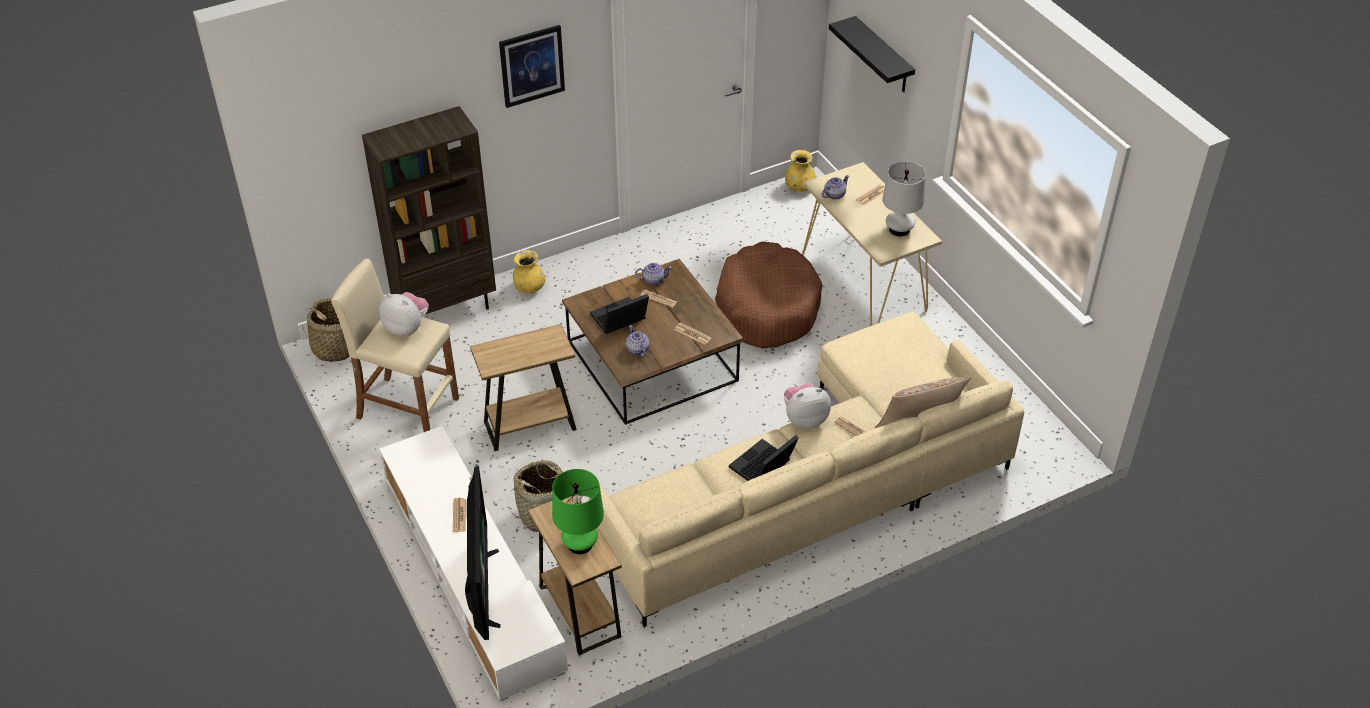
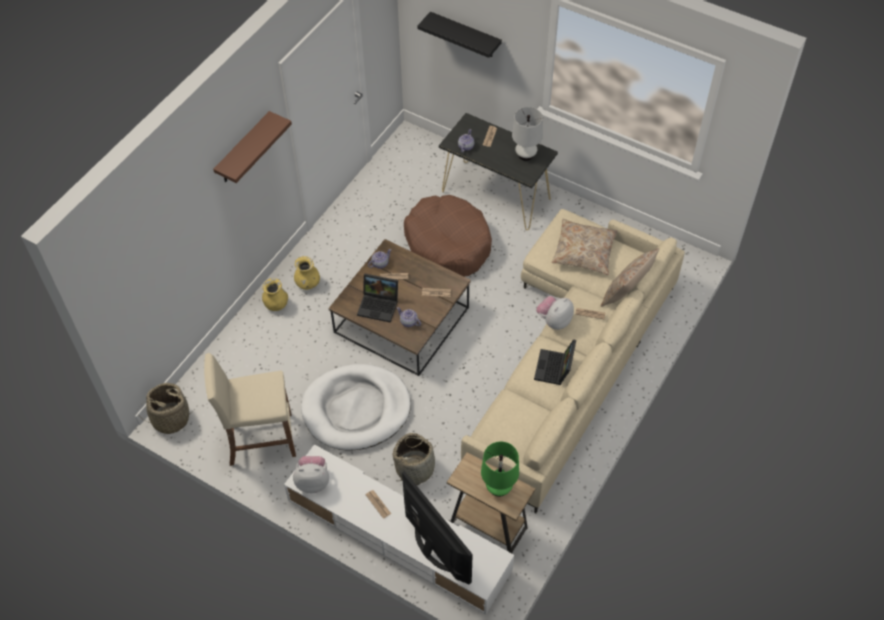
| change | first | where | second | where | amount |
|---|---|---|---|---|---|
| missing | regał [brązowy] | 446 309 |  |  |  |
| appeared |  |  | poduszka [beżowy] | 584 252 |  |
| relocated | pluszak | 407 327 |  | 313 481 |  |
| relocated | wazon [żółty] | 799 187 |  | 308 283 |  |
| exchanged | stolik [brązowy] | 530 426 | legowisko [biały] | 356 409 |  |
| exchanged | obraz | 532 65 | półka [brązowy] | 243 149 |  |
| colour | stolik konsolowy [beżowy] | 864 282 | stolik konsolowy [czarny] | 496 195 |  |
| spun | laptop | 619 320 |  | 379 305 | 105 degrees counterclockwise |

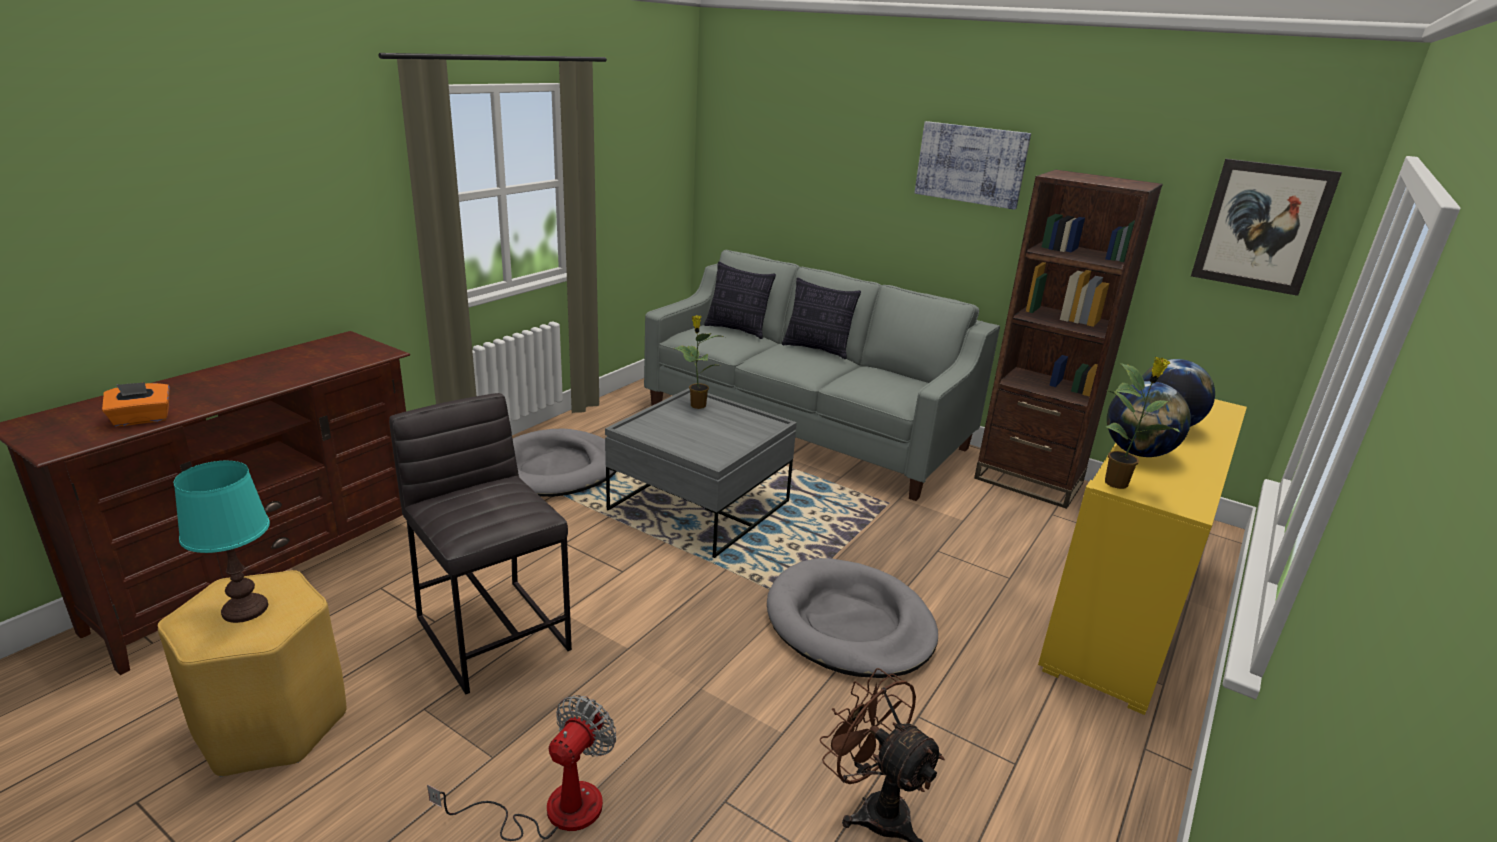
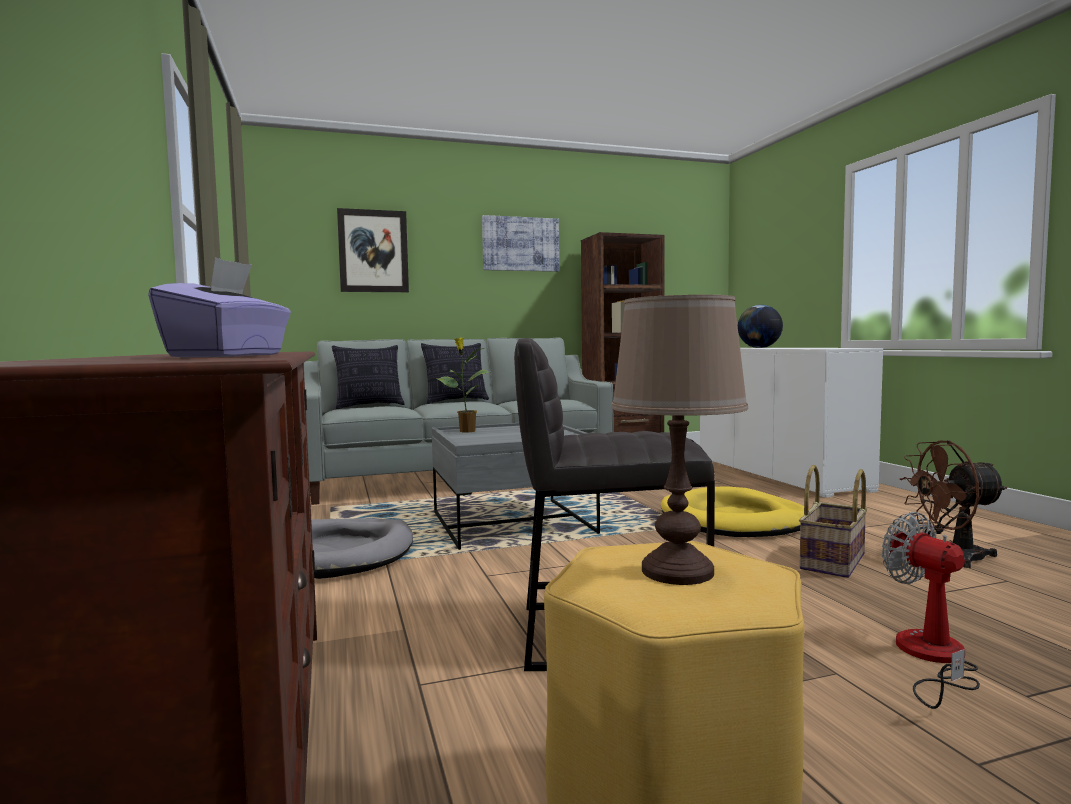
| change | first | where | second | where | amount |
|---|---|---|---|---|---|
| missing | roślina doniczkowa | 1118 483 |  |  |  |
| missing | globus | 1138 453 |  |  |  |
| appeared |  |  | koszyk | 834 562 |  |
| relocated | obraz | 1262 226 |  | 373 251 |  |
| colour | pudełko chusteczek [pomarańczowy] | 142 419 | pudełko chusteczek [fioletowy] | 229 356 |  |
| colour | lampa stołowa [turkusowy] | 244 609 | lampa stołowa [brązowy] | 676 572 |  |
| colour | legowisko [szary] | 849 624 | legowisko [żółty] | 735 520 |  |
| colour | szafka [żółty] | 1122 610 | szafka [biały] | 778 474 |  |

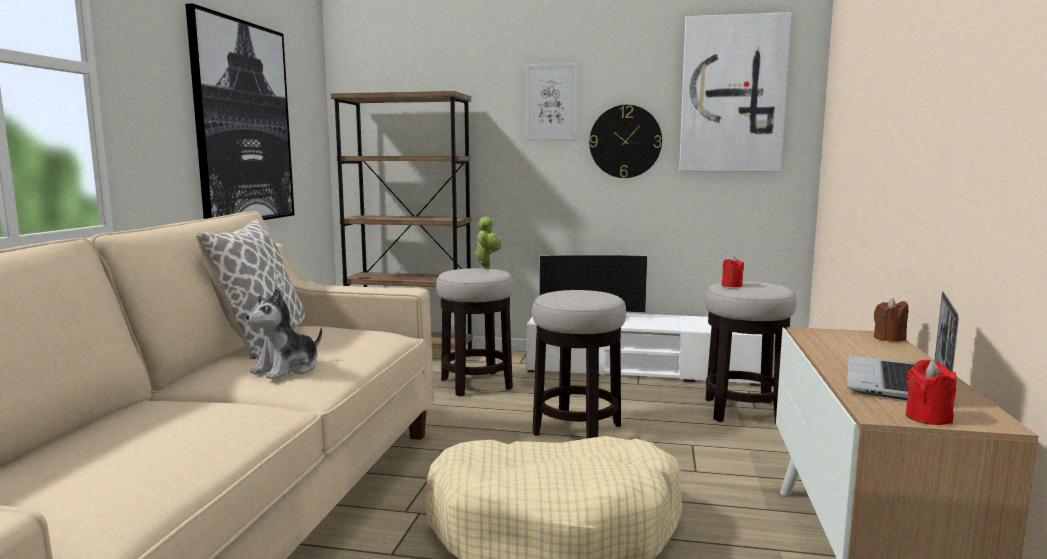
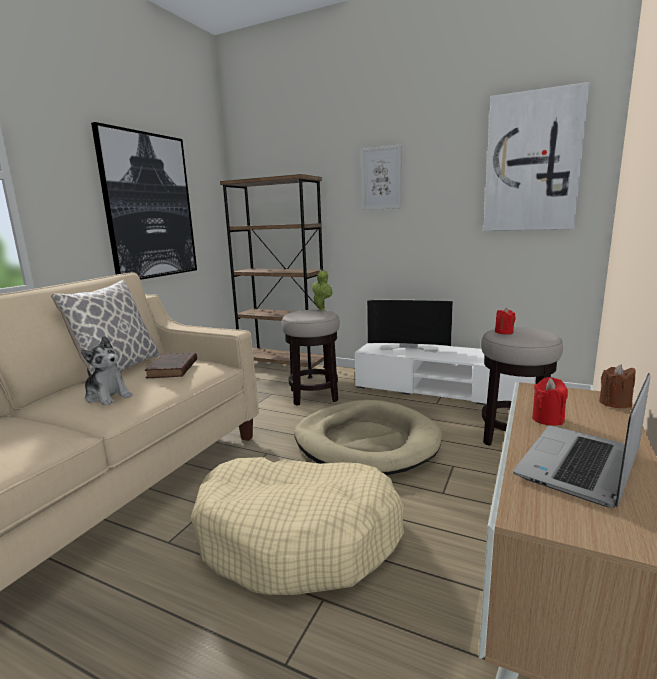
| change | first | where | second | where | amount |
|---|---|---|---|---|---|
| missing | zegar ścienny | 625 141 |  |  |  |
| appeared |  |  | książka [brązowy] | 172 369 |  |
| relocated | świeca [czerwony] | 928 417 |  | 547 419 |  |
| exchanged | stołek | 577 429 | legowisko [beżowy] | 366 442 |  |
| spun | pluszak | 287 369 |  | 108 396 | 105 degrees counterclockwise |

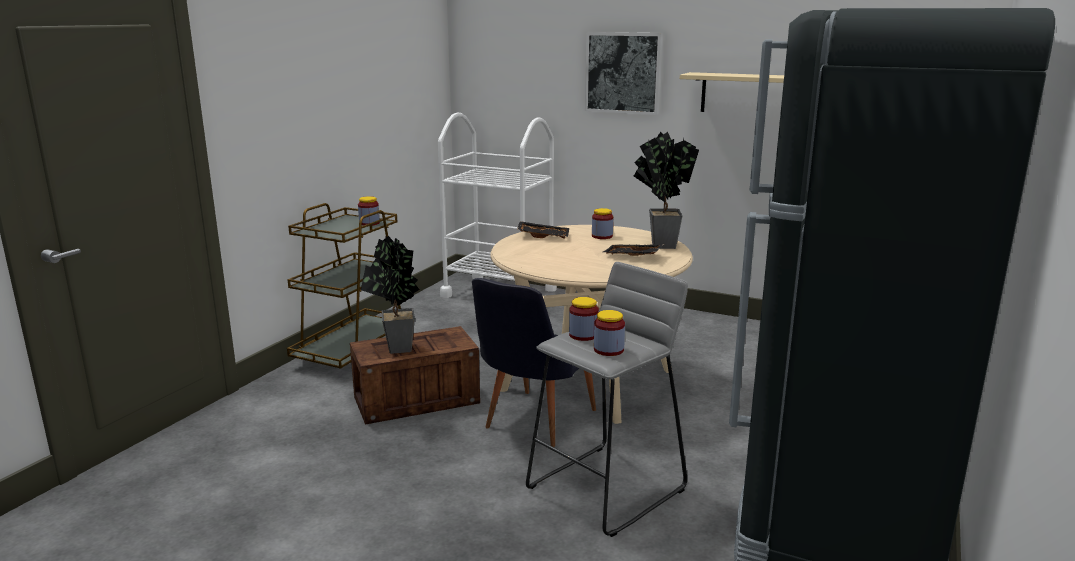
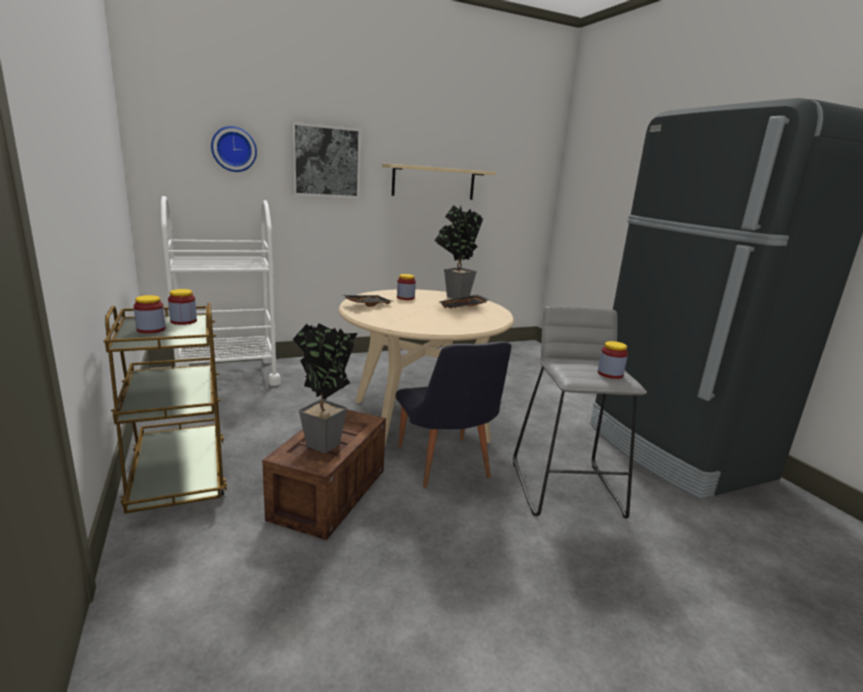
| change | first | where | second | where | amount |
|---|---|---|---|---|---|
| appeared |  |  | zegar ścienny | 234 149 |  |
| relocated | słoik | 583 335 |  | 151 329 |  |

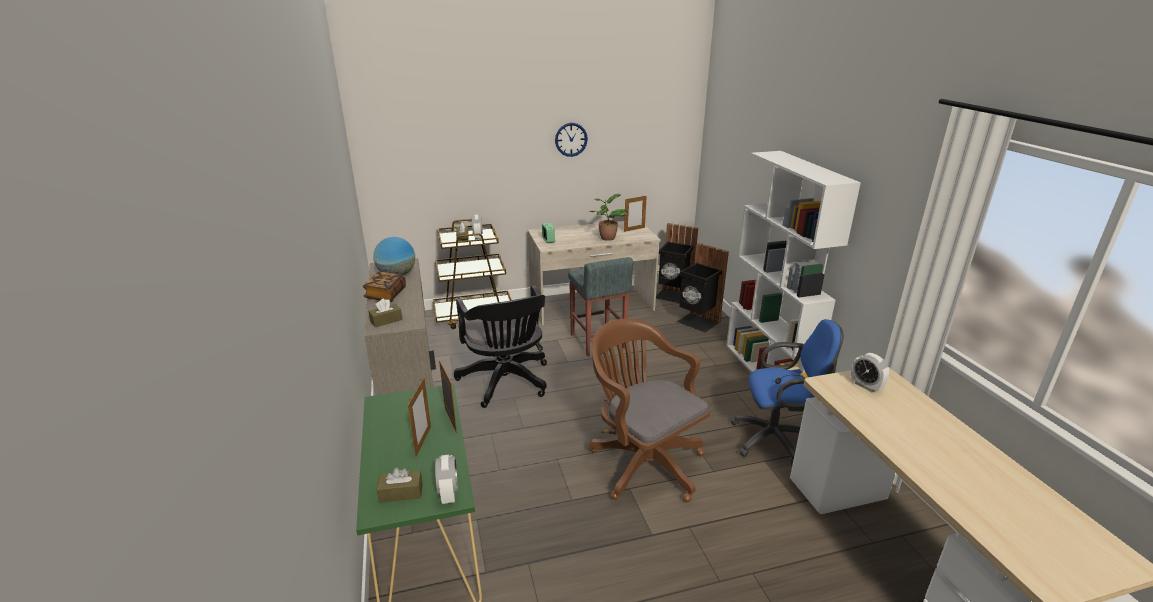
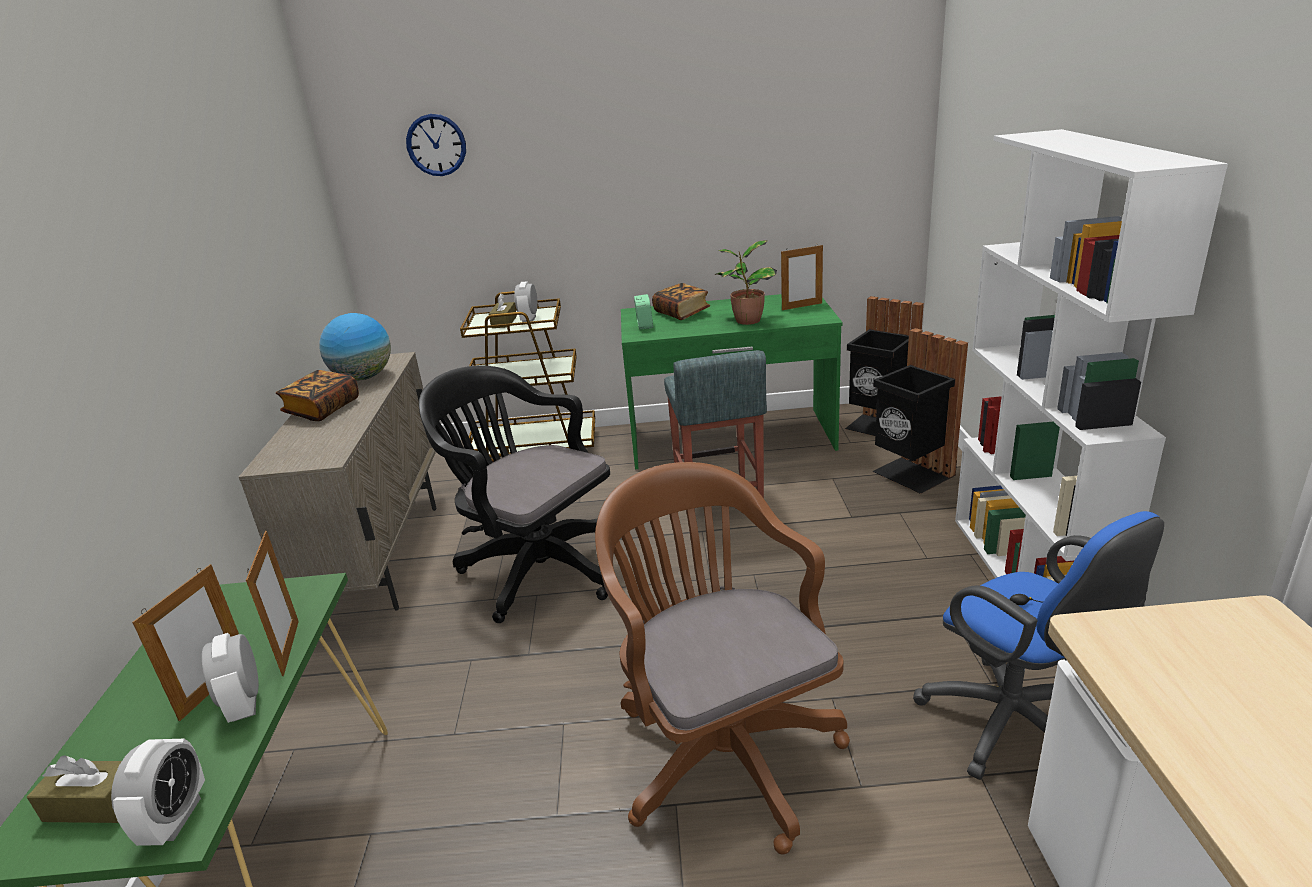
| change | first | where | second | where | amount |
|---|---|---|---|---|---|
| missing | pudełko chusteczek [brązowy] | 386 320 |  |  |  |
| appeared |  |  | książka | 681 313 |  |
| relocated | zegar ścienny | 571 139 |  | 436 145 |  |
| relocated | budzik | 866 386 |  | 245 704 |  |
| colour | biurko [beżowy] | 592 305 | biurko [zielony] | 730 439 |  |
| spun | krzesło biurowe [czarny] | 506 383 |  | 535 567 | 135 degrees clockwise |
| spun | krzesło biurowe [niebieski] | 777 440 |  | 1017 729 | 45 degrees clockwise |

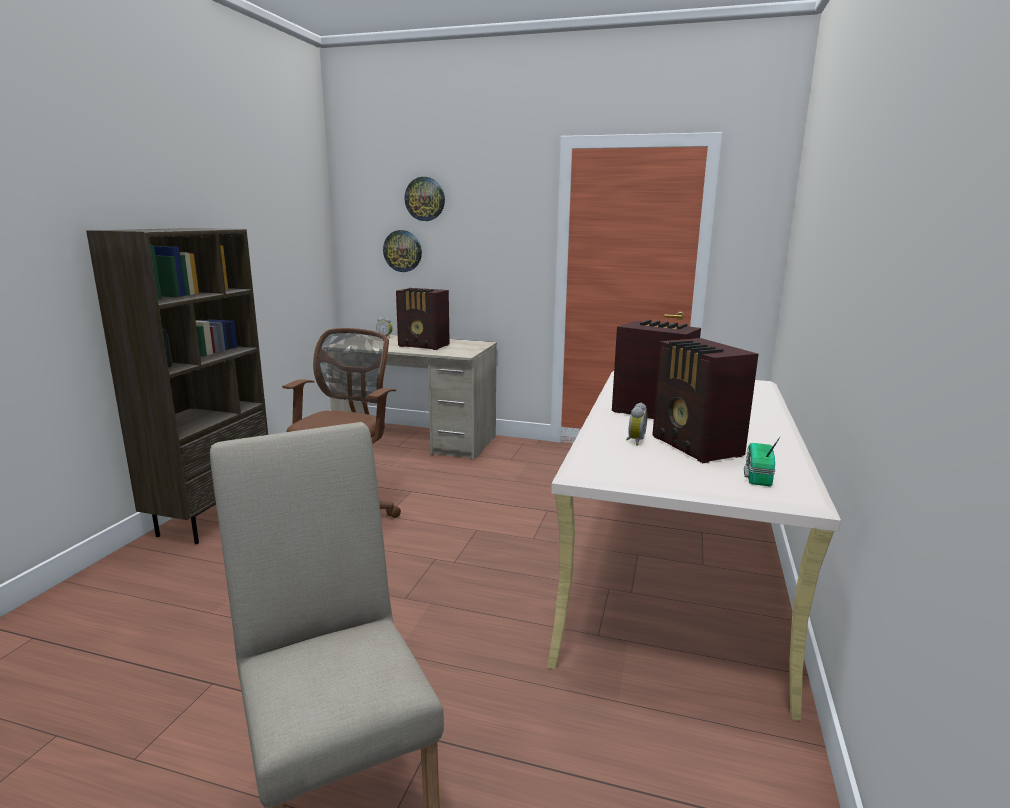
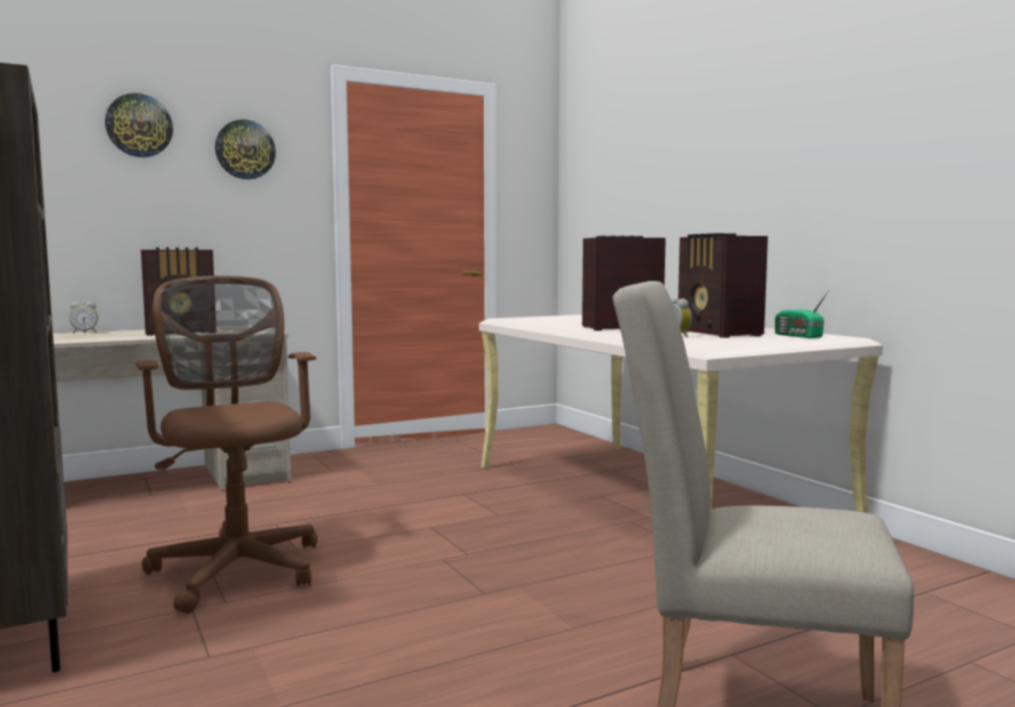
| change | first | where | second | where | amount |
|---|---|---|---|---|---|
| relocated | zegar ścienny | 402 251 |  | 245 149 |  |
| spun | radio | 696 447 |  | 719 333 | 45 degrees clockwise |

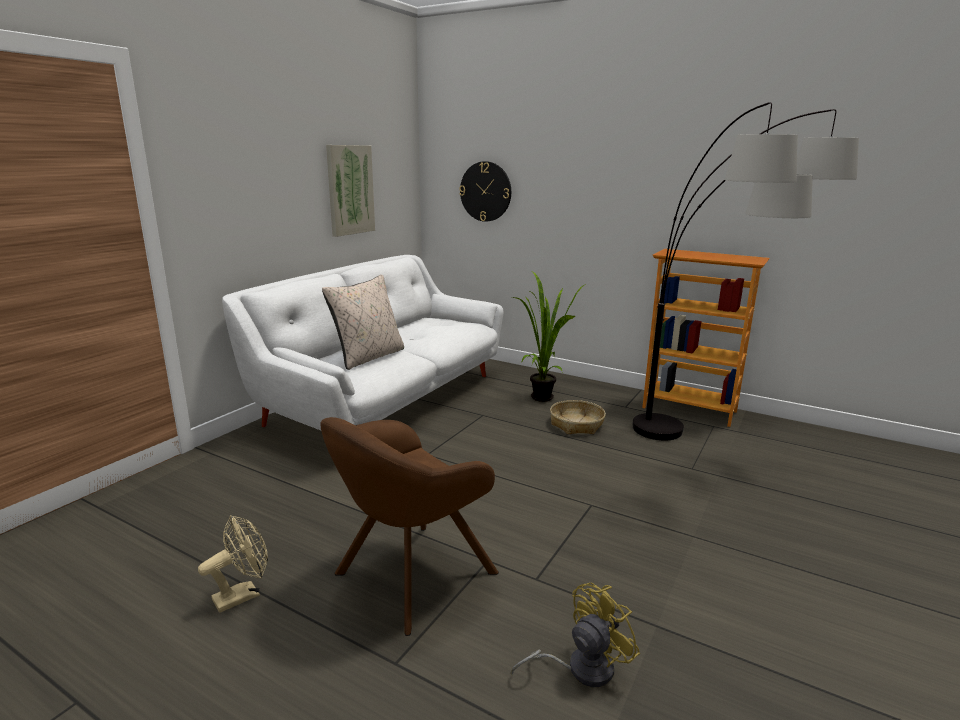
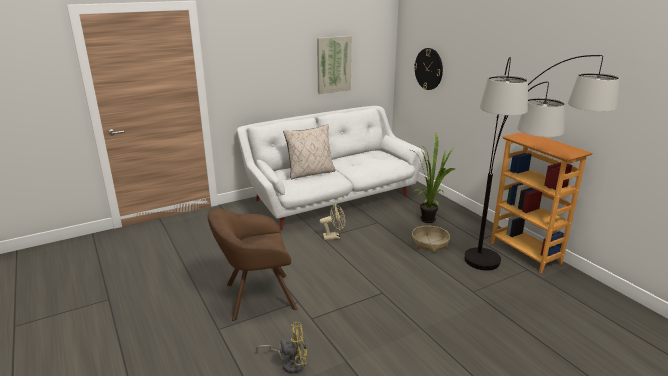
| change | first | where | second | where | amount |
|---|---|---|---|---|---|
| relocated | wentylator [beżowy] | 243 594 |  | 334 236 |  |

